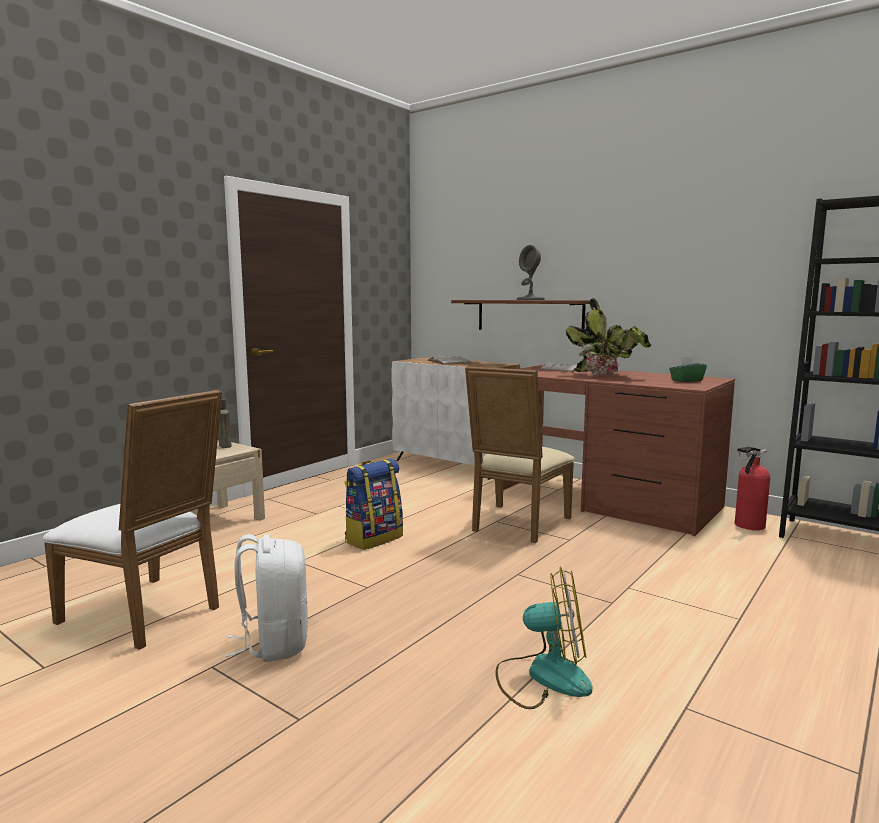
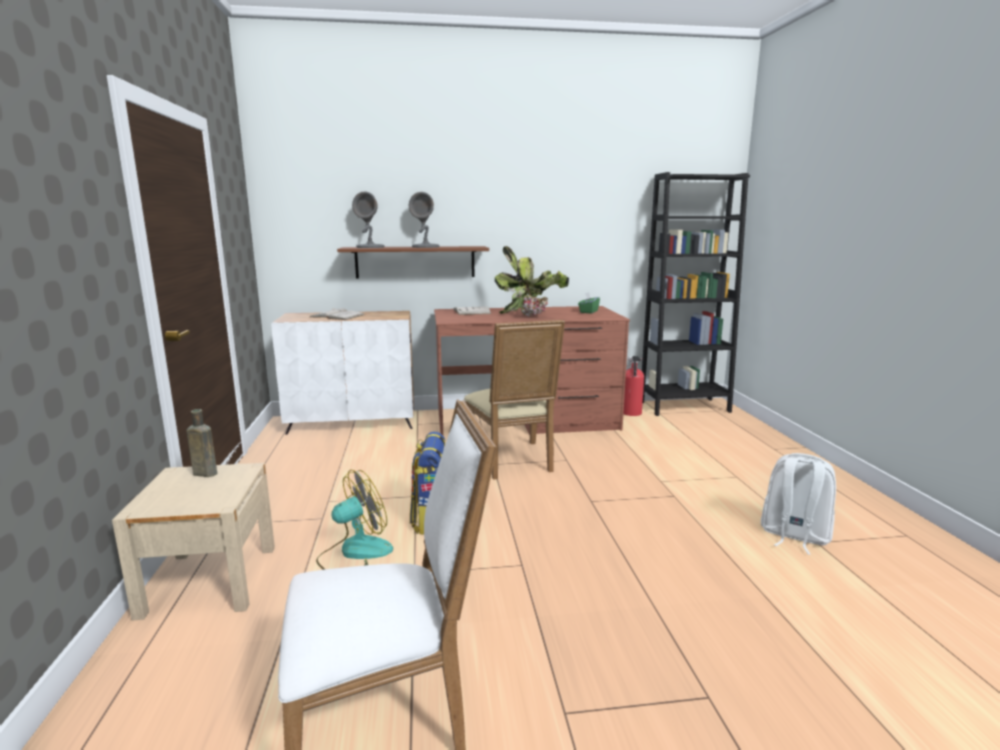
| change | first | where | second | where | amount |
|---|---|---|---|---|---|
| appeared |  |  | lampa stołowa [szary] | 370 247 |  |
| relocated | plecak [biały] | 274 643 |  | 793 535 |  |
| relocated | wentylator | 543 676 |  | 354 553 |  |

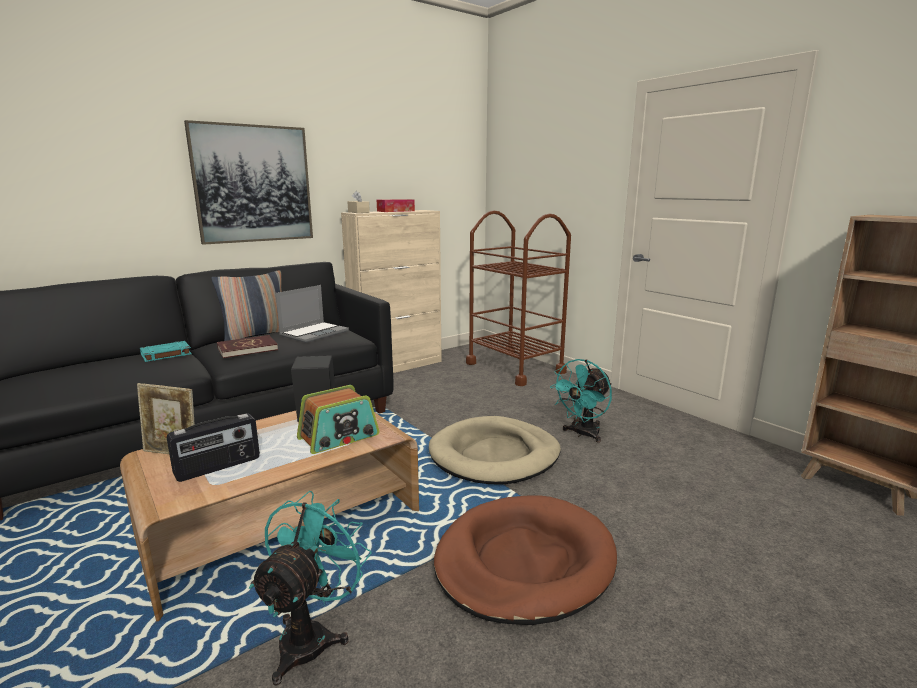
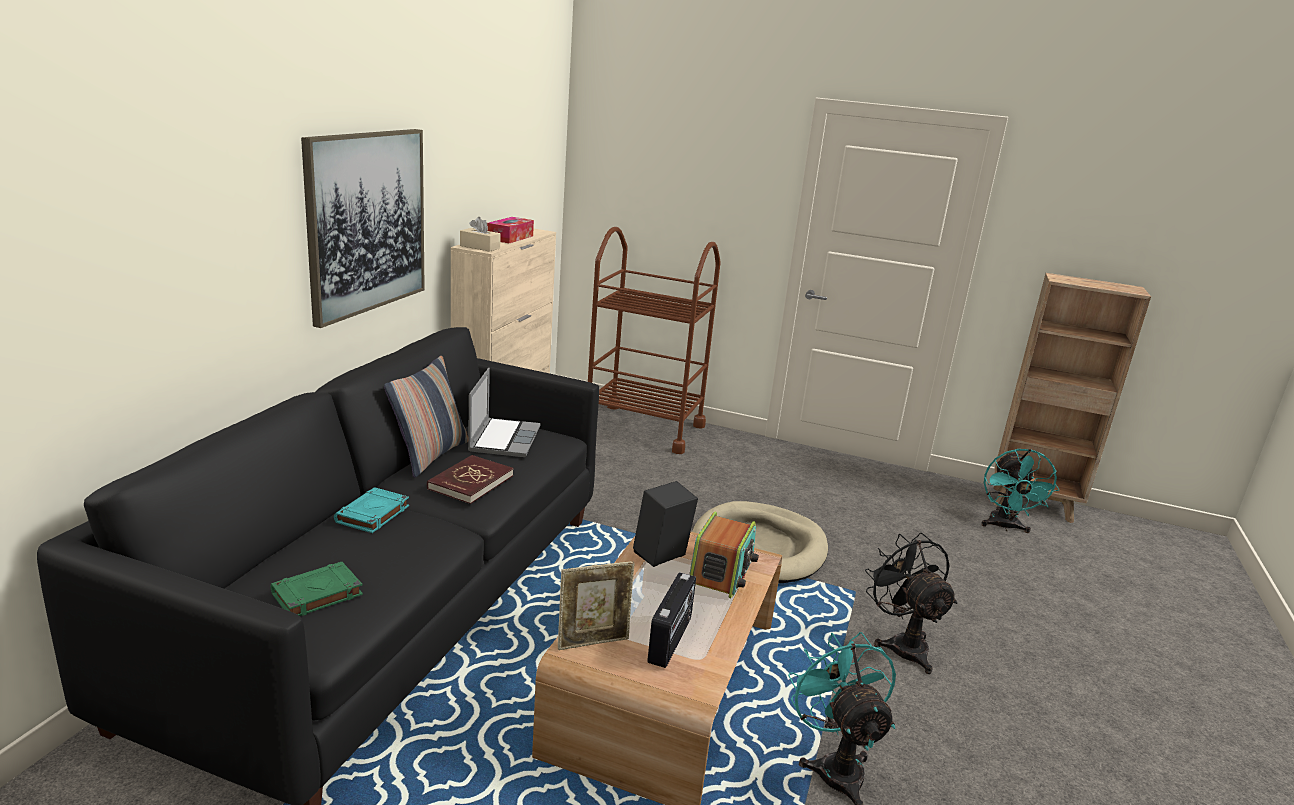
| change | first | where | second | where | amount |
|---|---|---|---|---|---|
| appeared |  |  | książka [zielony] | 316 595 |  |
| relocated | wentylator [turkusowy] | 582 434 |  | 1004 527 |  |
| exchanged | legowisko [brązowy] | 524 562 | wentylator [czarny] | 902 644 |  |

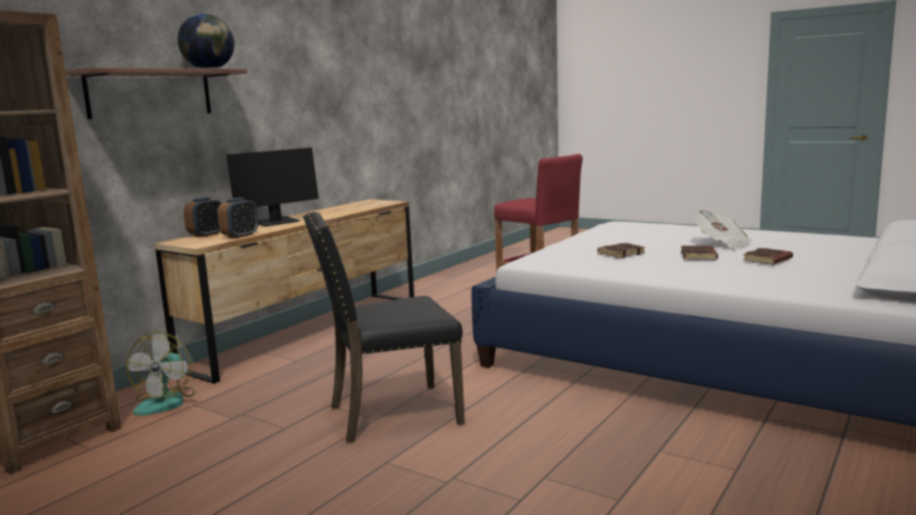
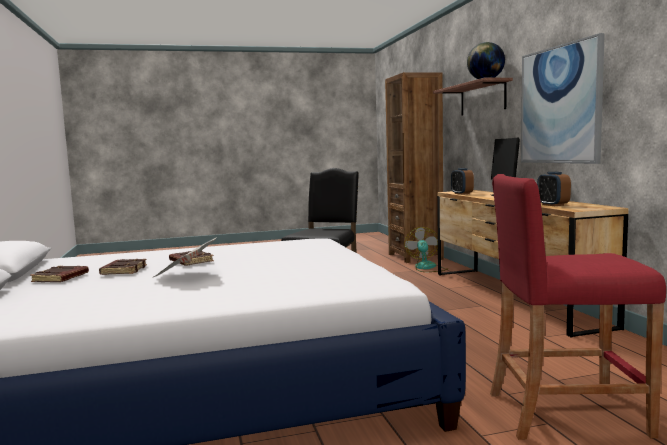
| change | first | where | second | where | amount |
|---|---|---|---|---|---|
| appeared |  |  | obraz | 560 105 |  |
| relocated | budzik | 206 235 |  | 552 205 |  |
| relocated | książka [brązowy] | 621 253 |  | 61 278 |  |
| spun | wentylator | 166 401 |  | 426 268 | 45 degrees clockwise |

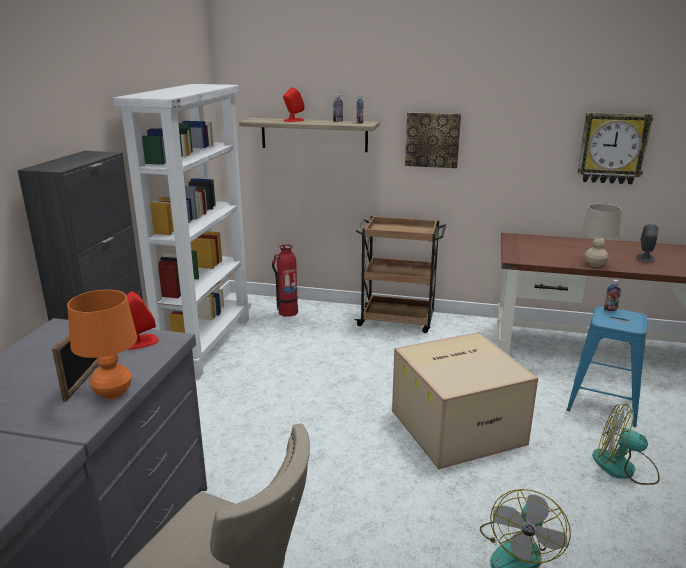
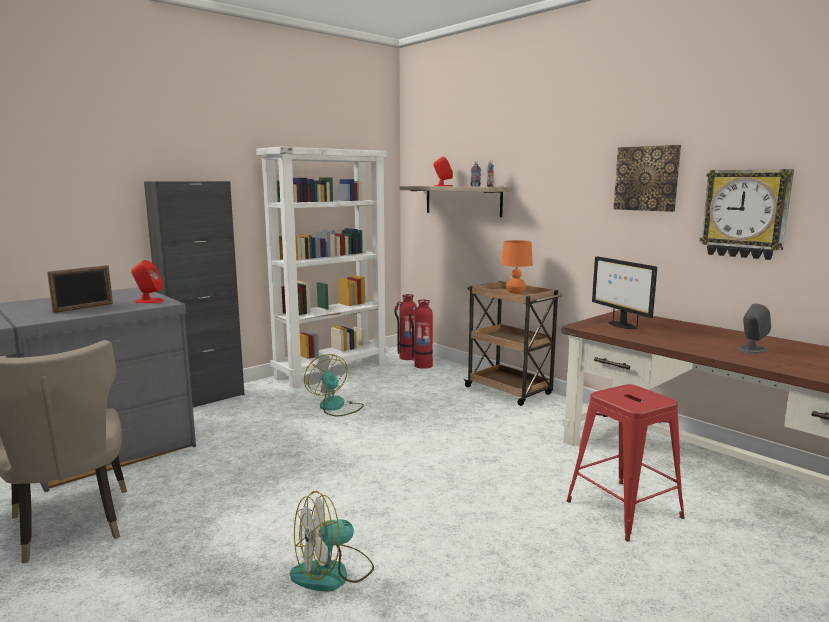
| change | first | where | second | where | amount |
|---|---|---|---|---|---|
| missing | karton | 458 425 |  |  |  |
| missing | lampa stołowa [beżowy] | 594 264 |  |  |  |
| missing | butelka | 610 309 |  |  |  |
| appeared |  |  | gaśnica | 407 357 |  |
| appeared |  |  | monitor | 621 325 |  |
| relocated | lampa stołowa [pomarańczowy] | 113 393 |  | 515 293 |  |
| relocated | obraz | 432 140 |  | 647 178 |  |
| relocated | wentylator | 624 468 |  | 335 407 |  |
| colour | stołek [niebieski] | 603 402 | stołek [czerwony] | 624 509 |  |

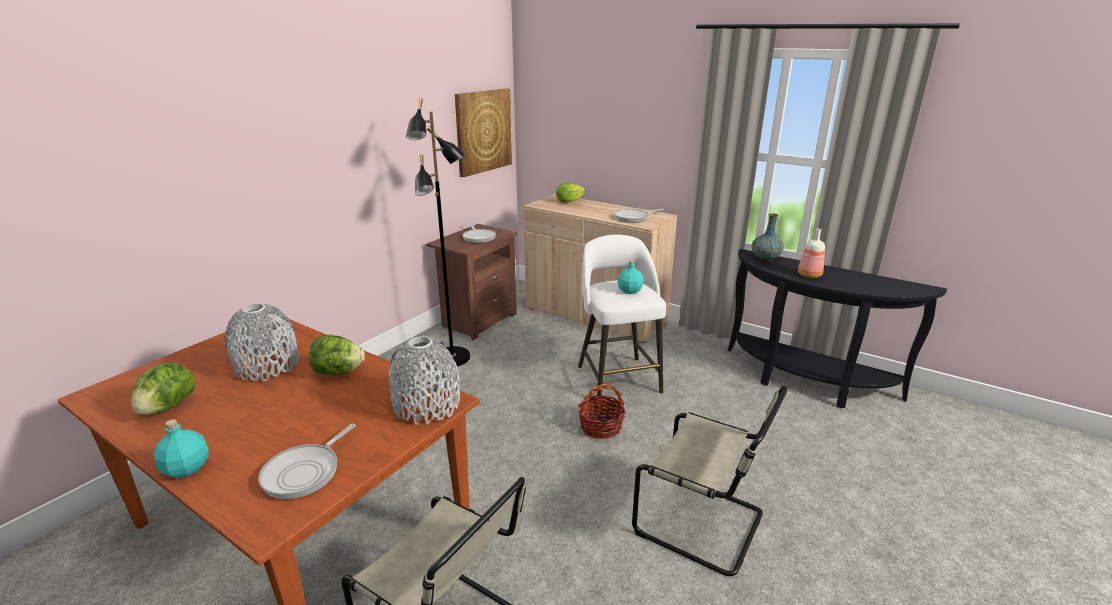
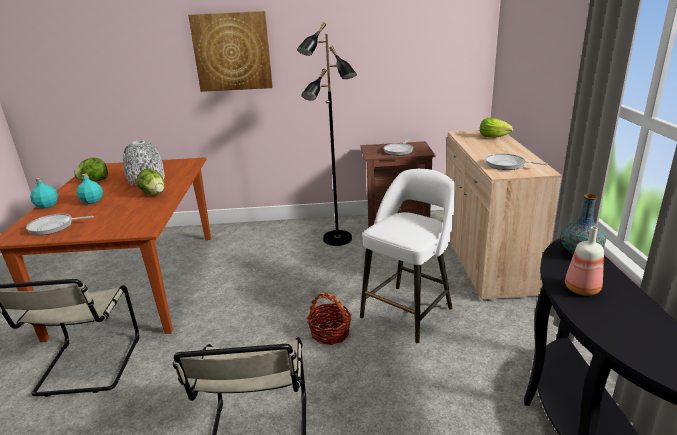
| change | first | where | second | where | amount |
|---|---|---|---|---|---|
| missing | wazon [szary] | 427 405 |  |  |  |
| relocated | obraz | 483 131 |  | 232 52 |  |
| relocated | butelka [turkusowy] | 629 291 |  | 92 201 |  |

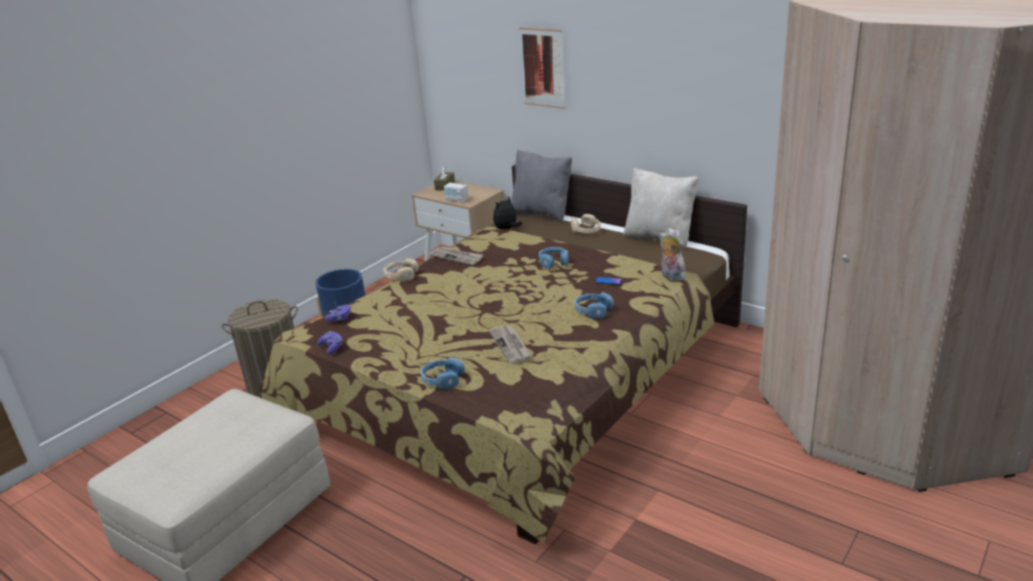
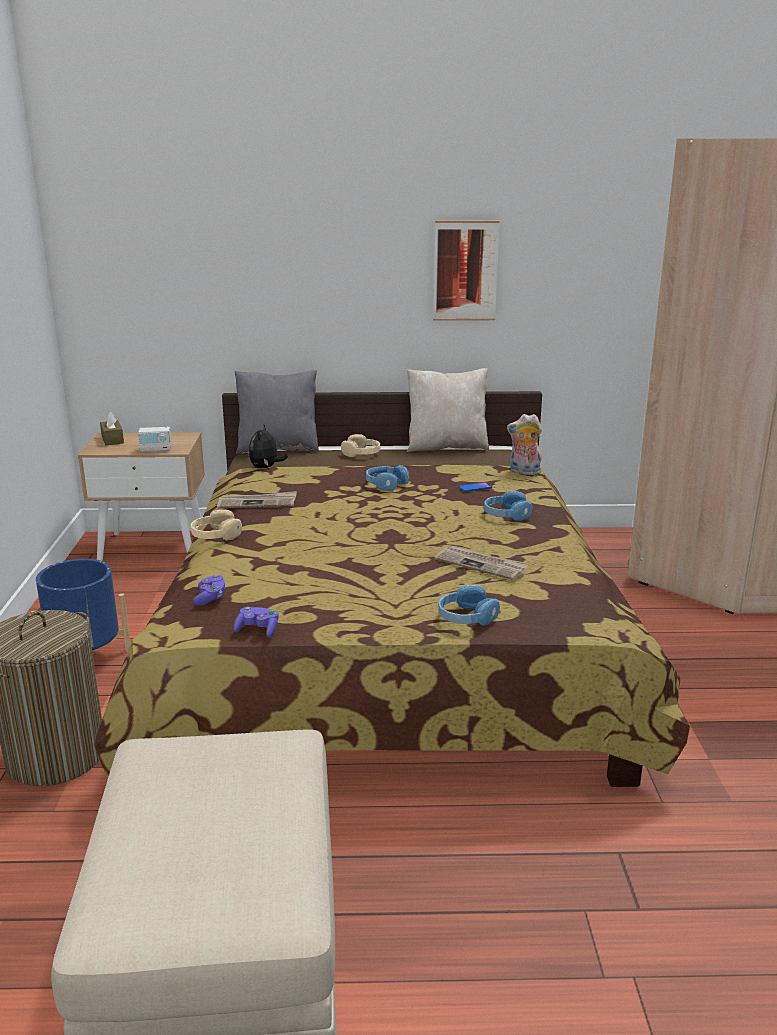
| change | first | where | second | where | amount |
|---|---|---|---|---|---|
| relocated | obraz | 543 68 |  | 465 271 |  |

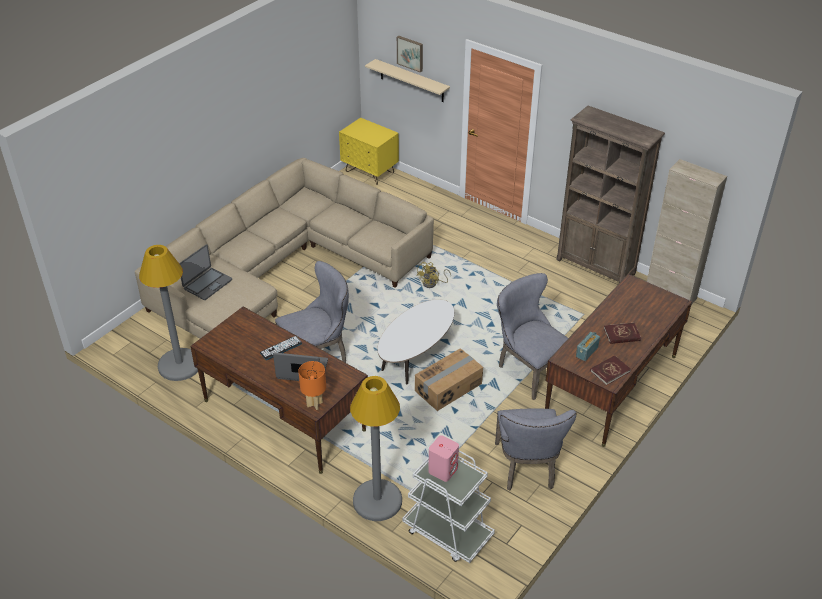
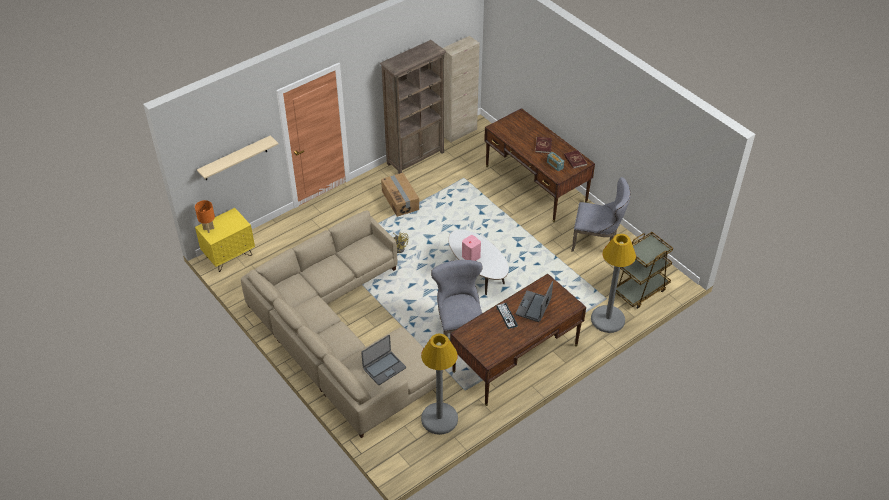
| change | first | where | second | where | amount |
|---|---|---|---|---|---|
| missing | obraz | 410 53 |  |  |  |
| missing | krzesło [szary] | 528 369 |  |  |  |
| relocated | lampa stołowa [pomarańczowy] | 315 404 |  | 208 229 |  |
| relocated | karton | 449 388 |  | 400 200 |  |
| relocated | głośnik [różowy] | 443 470 |  | 470 256 |  |
| colour | wózek [biały] | 447 532 | wózek [brązowy] | 640 290 |  |
| spun | laptop | 207 284 |  | 384 368 | 90 degrees clockwise |

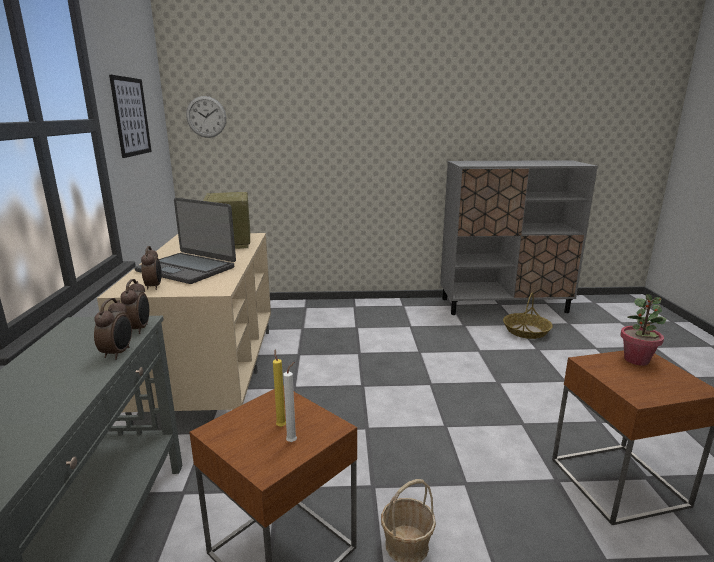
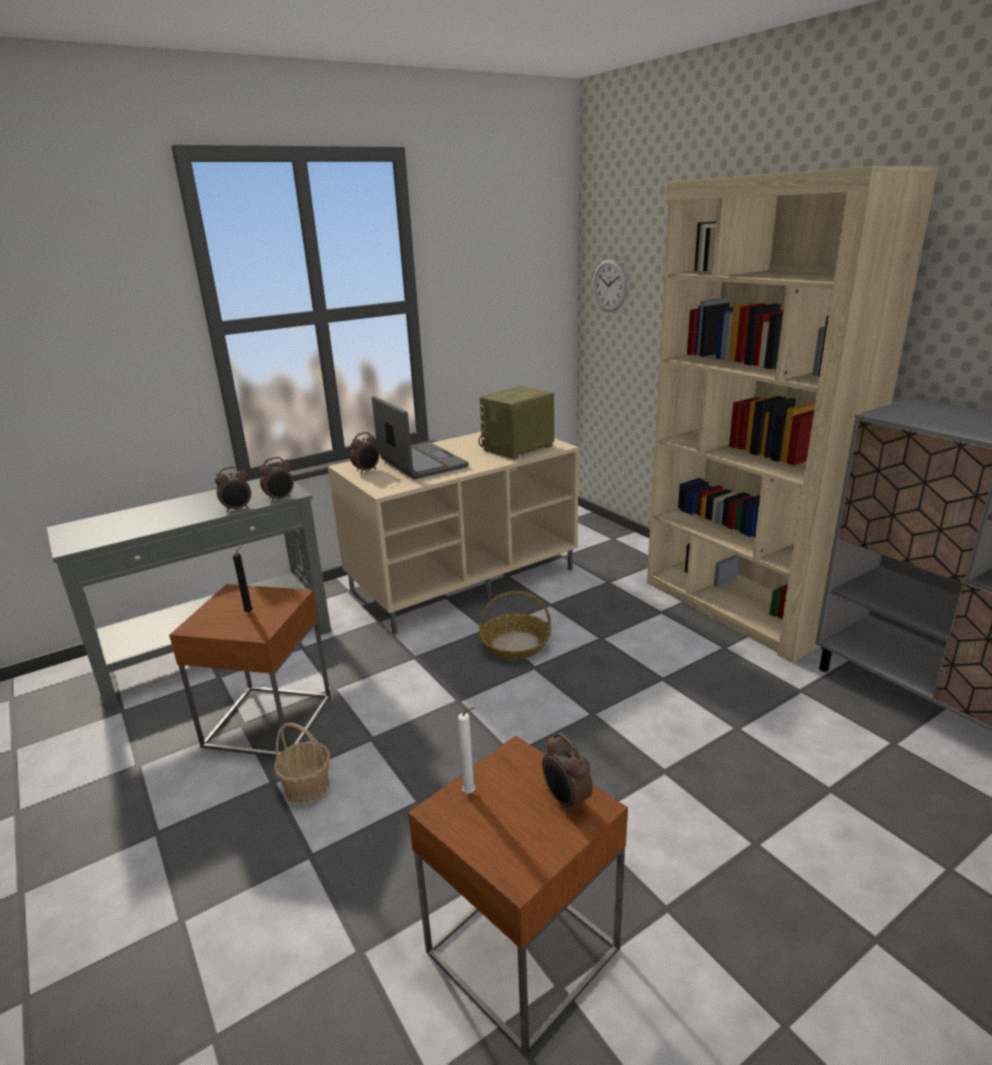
| change | first | where | second | where | amount |
|---|---|---|---|---|---|
| missing | obraz | 131 116 |  |  |  |
| appeared |  |  | regał [beżowy] | 738 607 |  |
| relocated | świeca [biały] | 293 441 |  | 471 793 |  |
| relocated | koszyk | 526 331 |  | 515 644 |  |
| exchanged | roślina doniczkowa | 636 360 | budzik | 565 800 |  |
| colour | świeca [żółty] | 281 425 | świeca [czarny] | 250 612 |  |
| spun | laptop | 187 269 |  | 421 463 | 150 degrees clockwise |

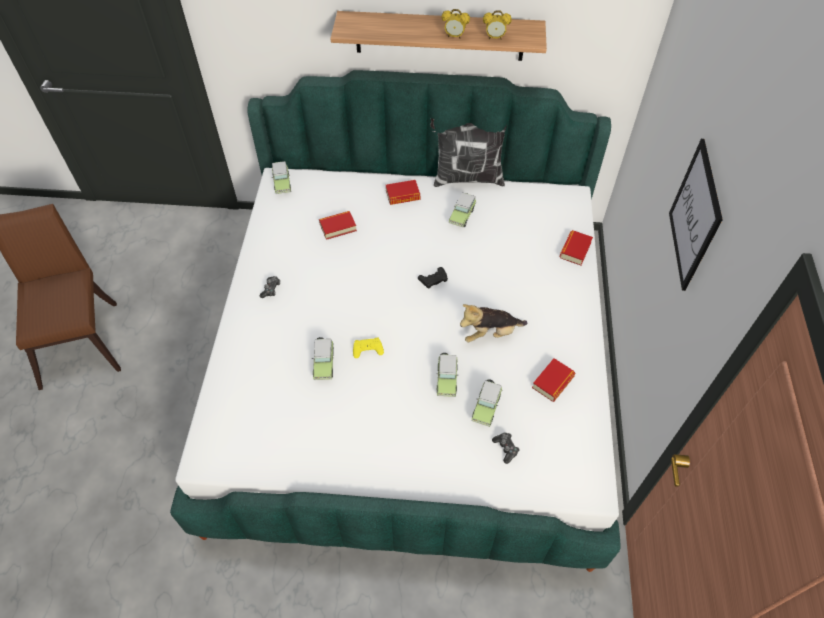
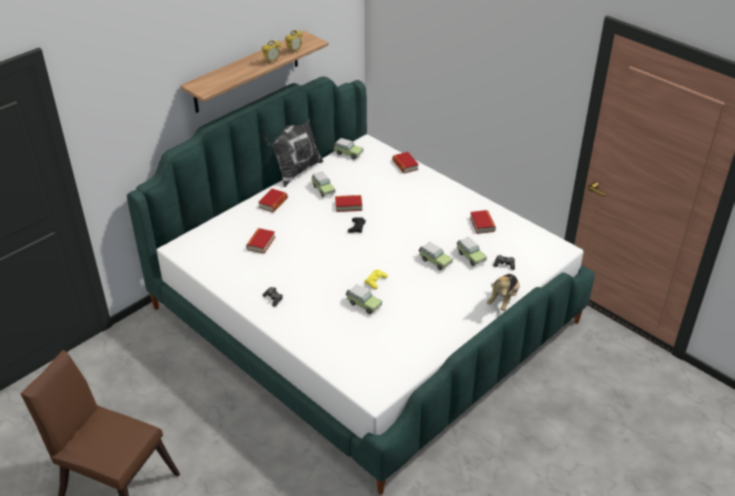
| change | first | where | second | where | amount |
|---|---|---|---|---|---|
| missing | obraz | 694 216 |  |  |  |
| appeared |  |  | książka | 348 205 |  |
| relocated | samochodzik | 282 183 |  | 347 153 |  |
| relocated | pluszak | 489 333 |  | 503 299 |  |

